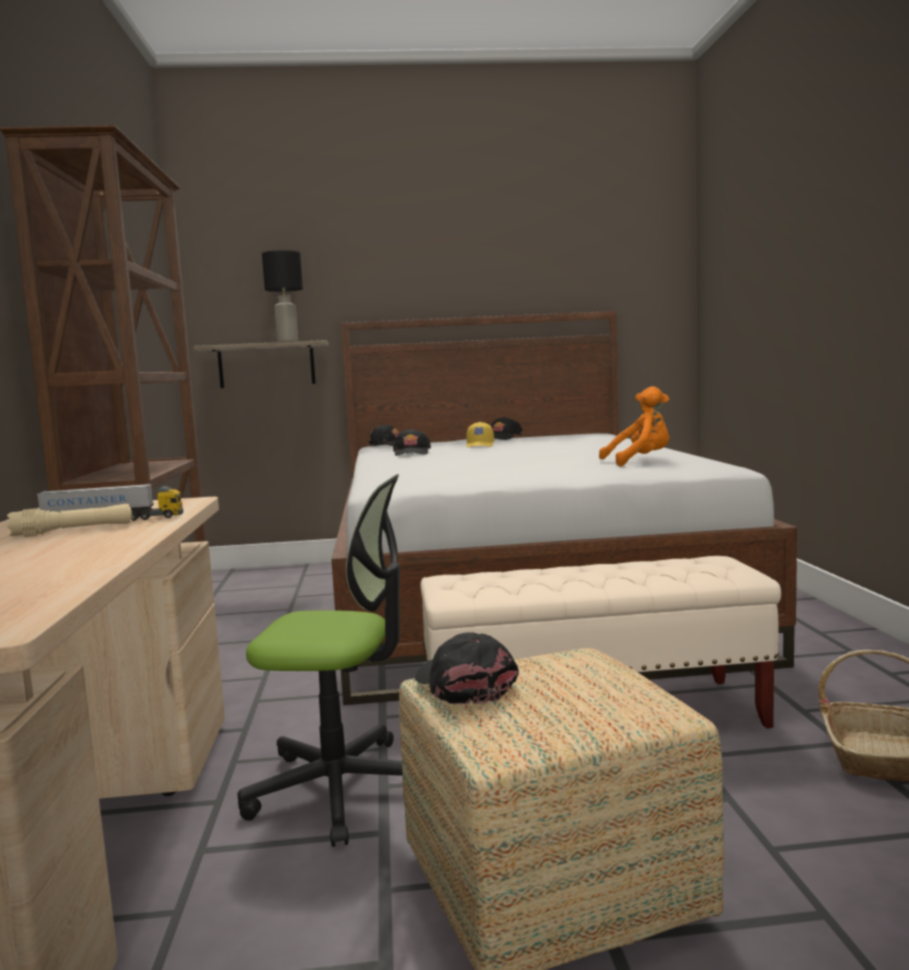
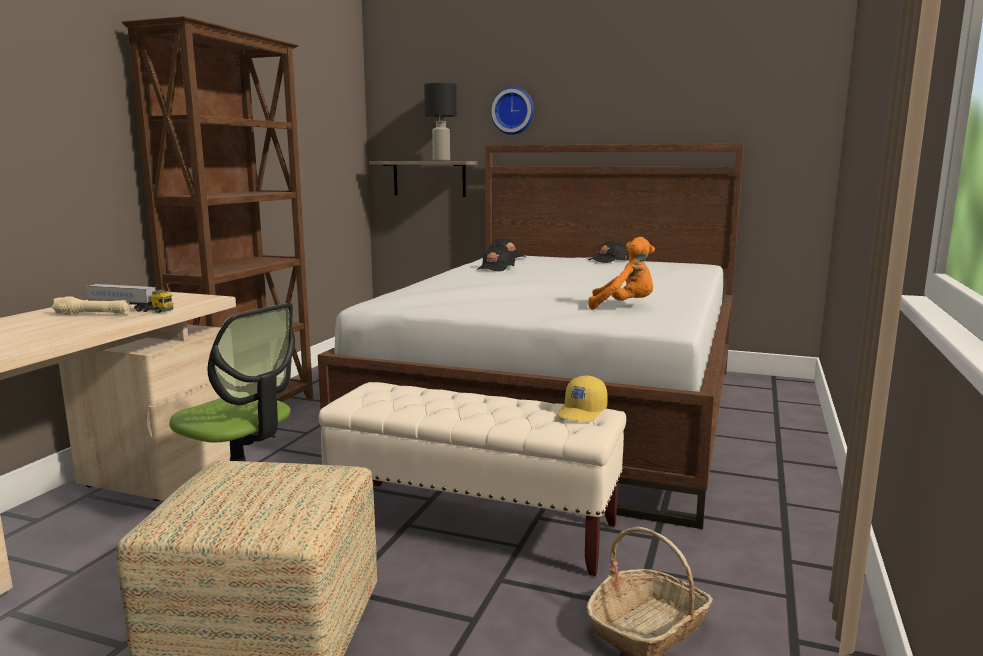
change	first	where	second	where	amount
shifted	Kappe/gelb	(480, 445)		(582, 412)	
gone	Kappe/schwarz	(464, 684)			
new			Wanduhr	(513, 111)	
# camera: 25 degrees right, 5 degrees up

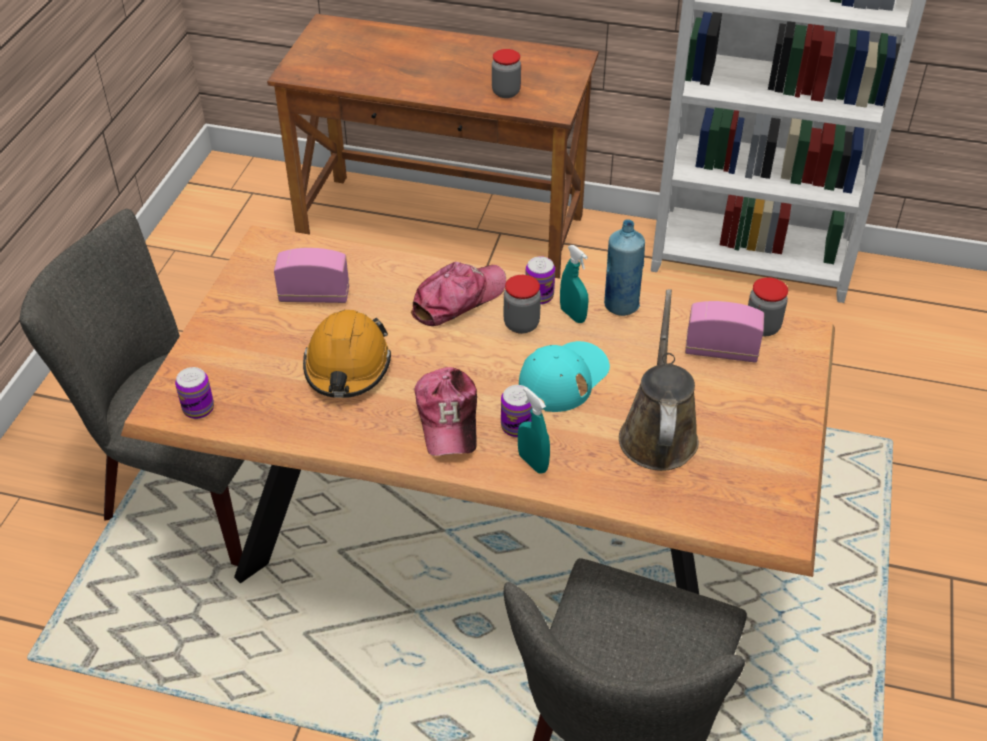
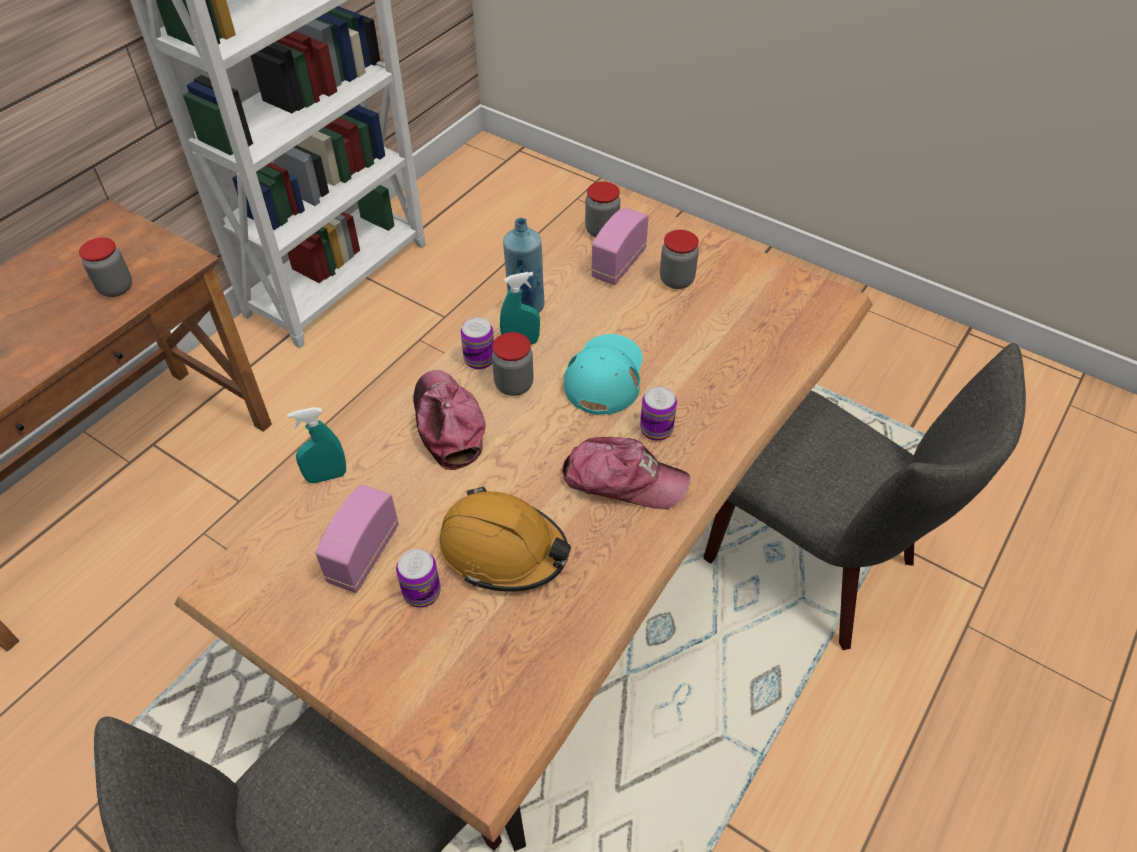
change	first	where	second	where	amount
gone	Gießkanne/braun	(658, 433)			
rotated	Kappe/türkis	(563, 378)		(605, 376)	45 degrees clockwise
shifted	Dose	(198, 408)		(422, 592)	
shifted	Sprühflasche/türkis	(533, 462)		(326, 476)	
new			Vorratsglas	(676, 280)	
# camera: 70 degrees left, 5 degrees up

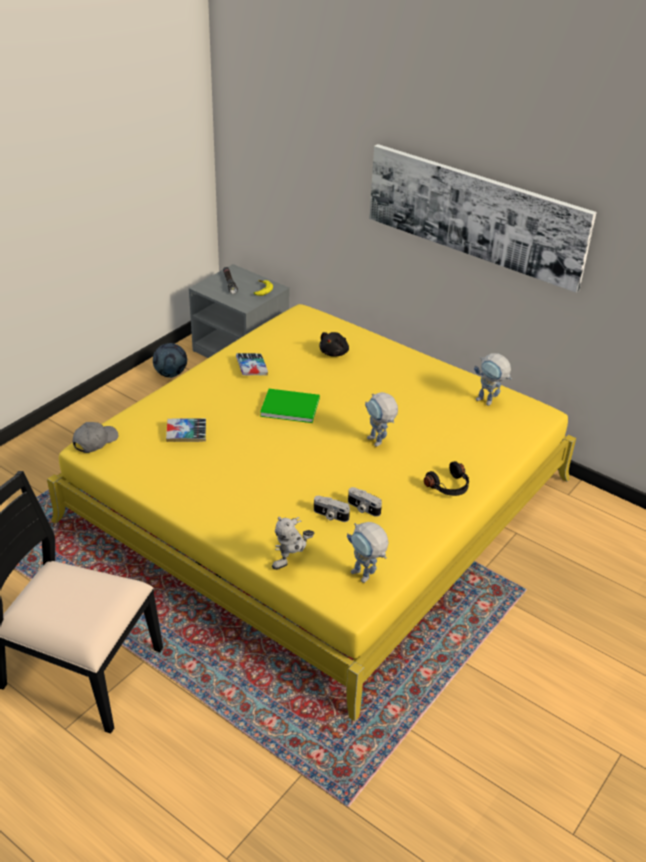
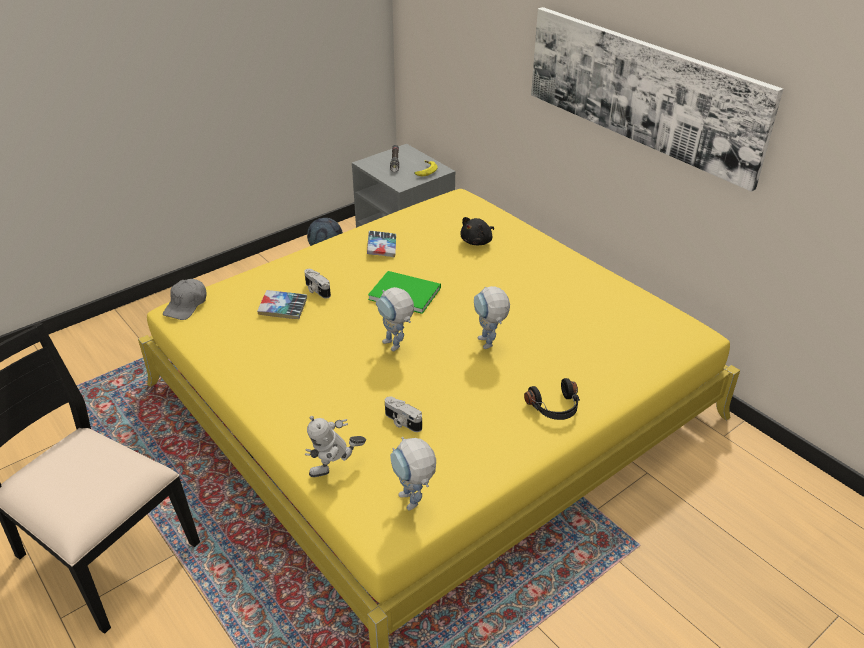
change	first	where	second	where	amount
shifted	Spielzeugroboter	(489, 402)		(396, 347)	
rotated	Kappe/grau	(95, 441)		(186, 305)	150 degrees clockwise
shifted	Kamera	(363, 508)		(316, 290)	
# camera: 15 degrees right, 0 degrees up

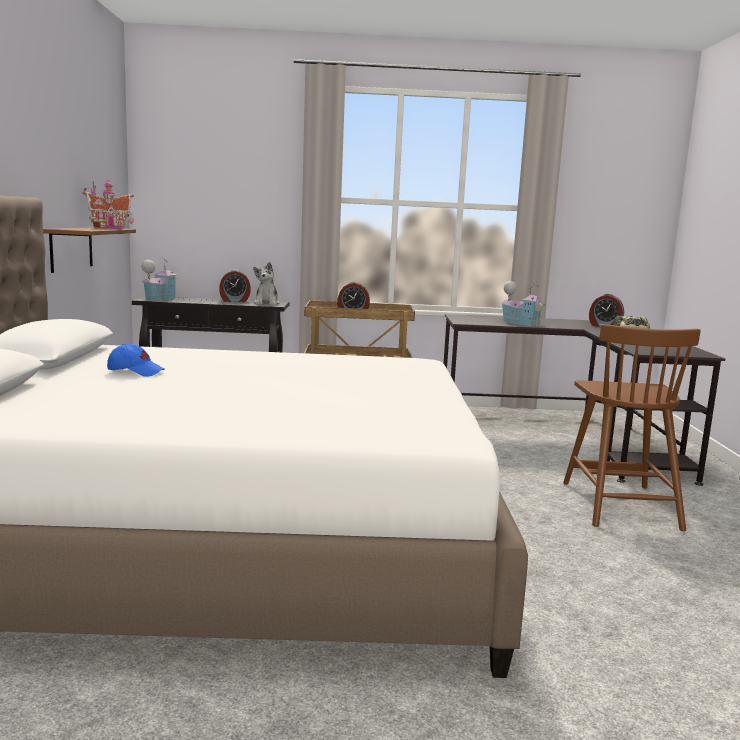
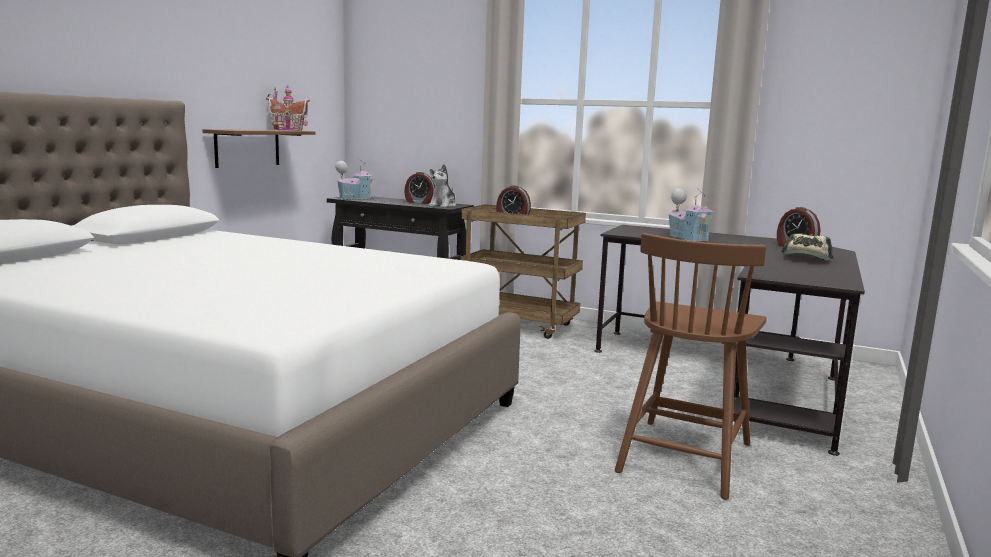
change	first	where	second	where	amount
gone	Kappe/blau	(136, 371)			
# camera: 25 degrees right, 0 degrees up

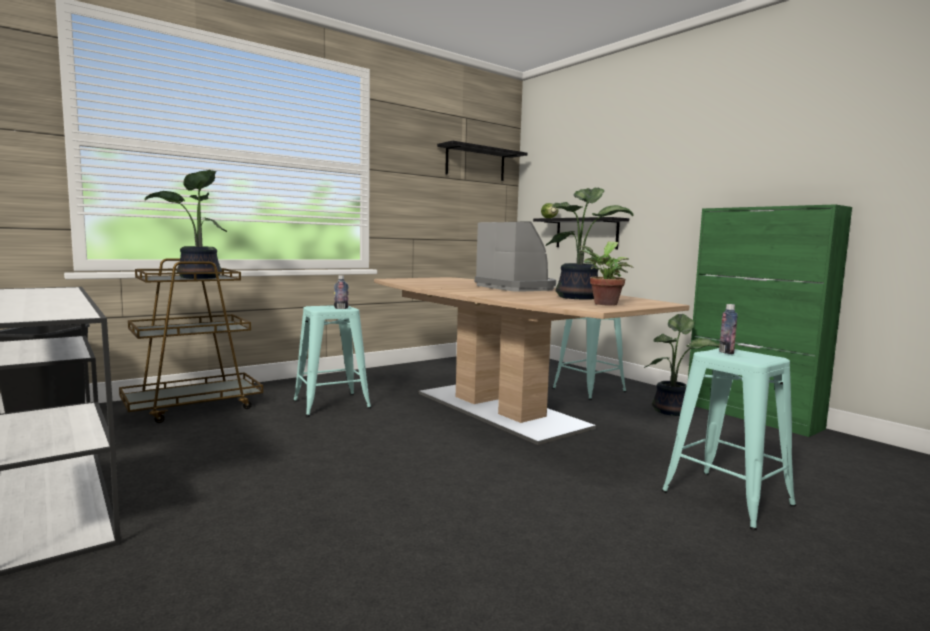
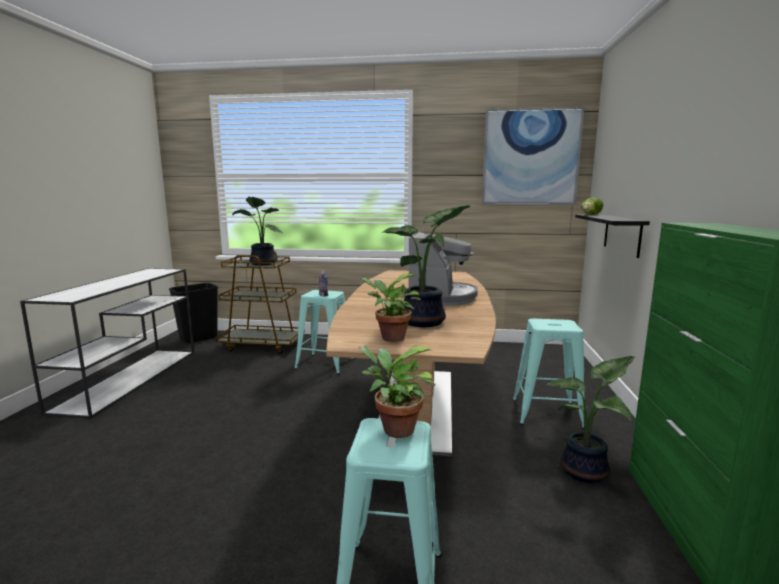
change	first	where	second	where	amount
swapped	Wandregal/schwarz	(475, 163)	Bild	(530, 157)	
swapped	Flasche	(726, 352)	Topfpflanze	(394, 429)	
# camera: 45 degrees right, 5 degrees up

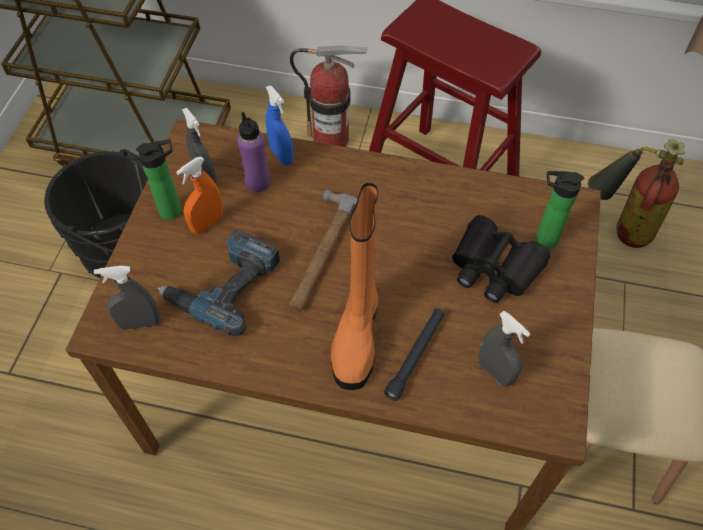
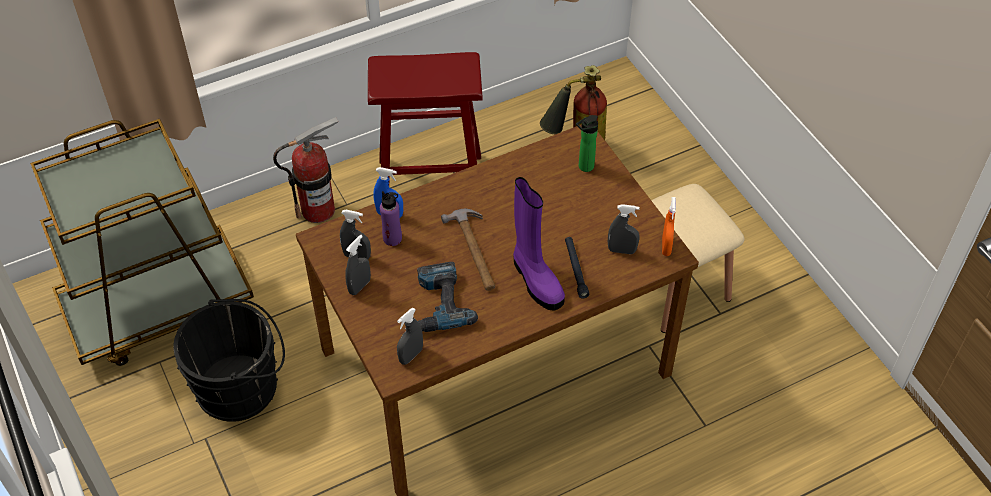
change	first	where	second	where	amount
swapped	Flasche	(174, 210)	Sprühflasche/grau	(359, 286)	
shifted	Sprühflasche/orange	(207, 224)		(666, 247)	
repainted	Stiefel/orange	(357, 335)	Stiefel/lila	(536, 280)	
gone	Fernglas/schwarz	(494, 267)			
# camera: 40 degrees left, 5 degrees down

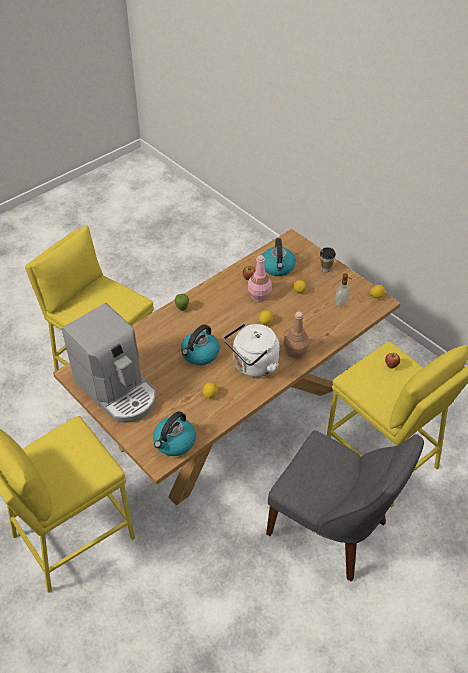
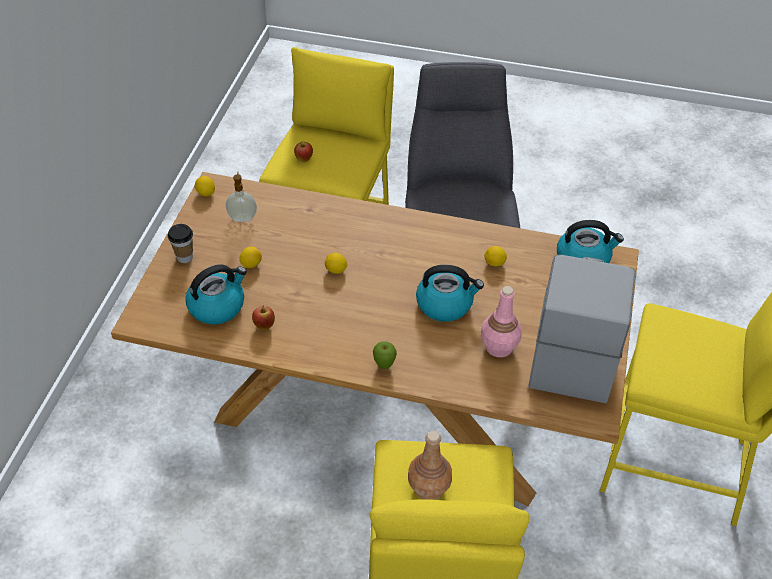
change	first	where	second	where	amount
shifted	Flasche/rosa	(259, 295)		(499, 347)	
shifted	Flasche/braun	(295, 352)		(429, 487)	
gone	Wasserkessel/weiß	(253, 365)			
# camera: 125 degrees left, 0 degrees up

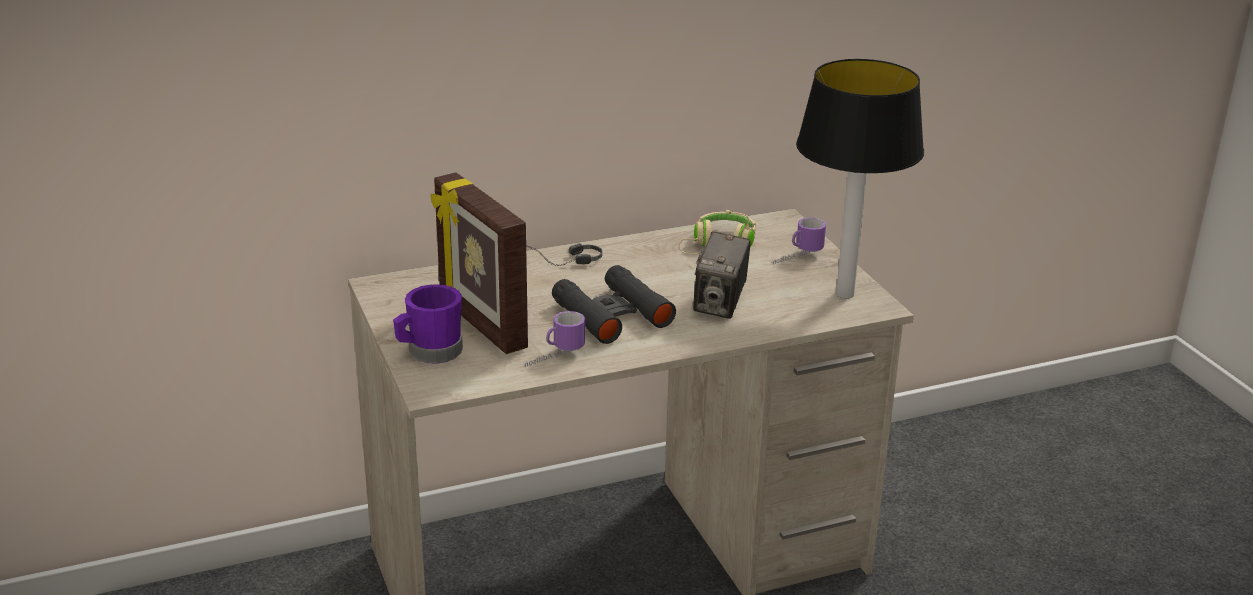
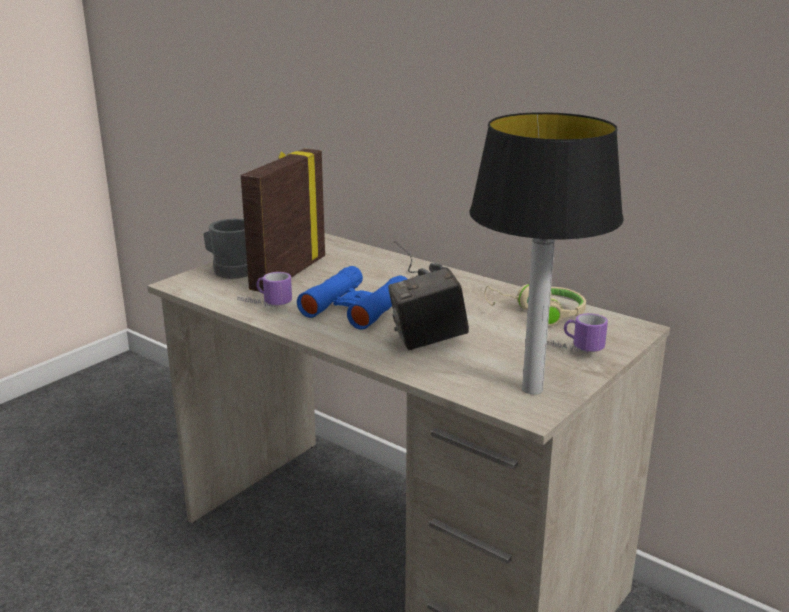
change	first	where	second	where	amount
repainted	Fernglas/schwarz	(612, 314)	Fernglas/blau	(356, 307)	
repainted	Henkelbecher/lila	(429, 352)	Henkelbecher/grau	(230, 270)	
# camera: 60 degrees right, 5 degrees down

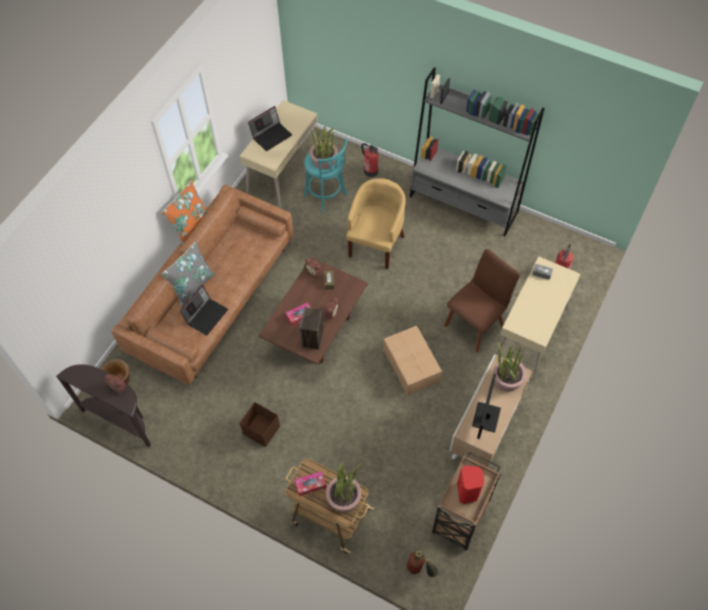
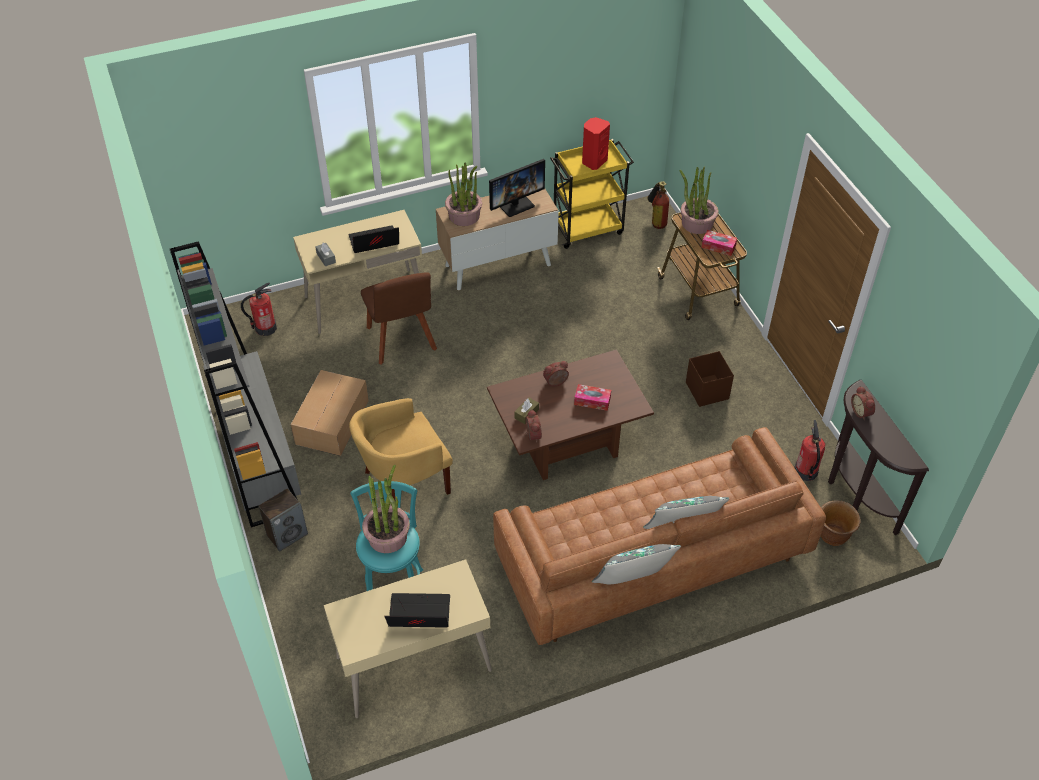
change	first	where	second	where	amount
shifted	Feuerlöscher	(370, 170)		(805, 472)	
repainted	Kissen/orange	(190, 225)	Kissen/grau	(632, 583)	
rotated	Stuhl/braun	(476, 323)		(402, 341)	105 degrees counterclockwise
shifted	Laptop	(206, 315)		(374, 243)	
shifted	Lautsprecher	(313, 338)		(287, 534)	
shifted	Karton	(411, 366)		(333, 421)	
repainted	Rollwagen/braun	(461, 517)	Rollwagen/gelb	(588, 228)	
# camera: 140 degrees left, 10 degrees down

